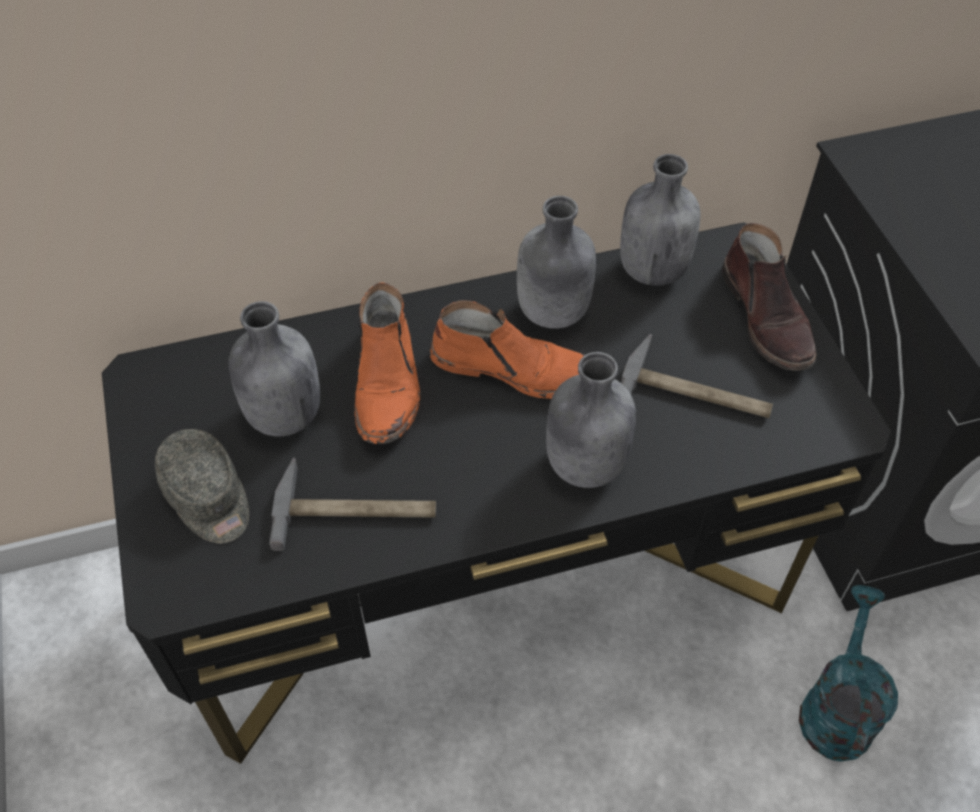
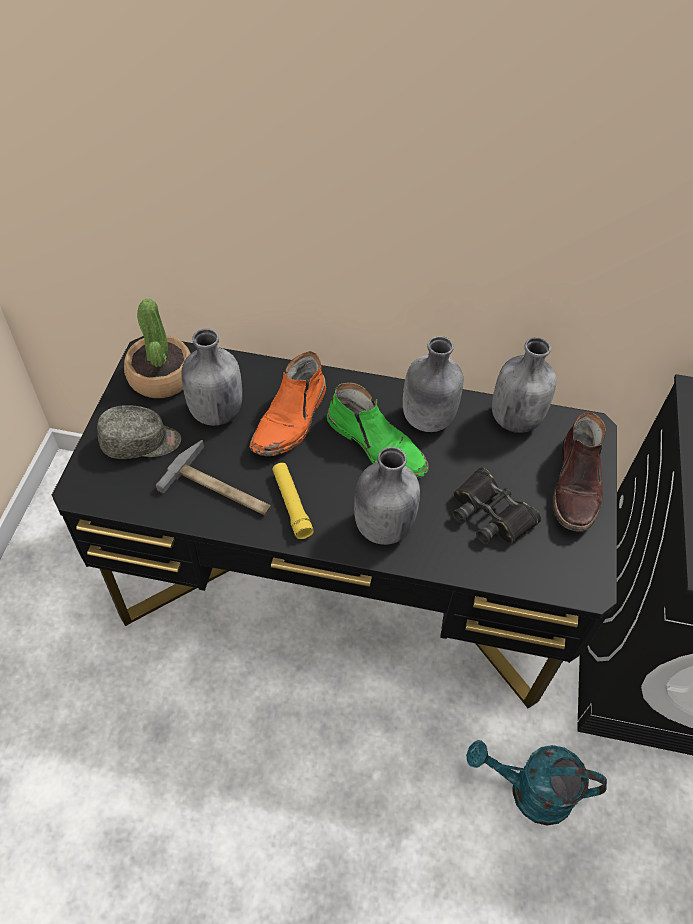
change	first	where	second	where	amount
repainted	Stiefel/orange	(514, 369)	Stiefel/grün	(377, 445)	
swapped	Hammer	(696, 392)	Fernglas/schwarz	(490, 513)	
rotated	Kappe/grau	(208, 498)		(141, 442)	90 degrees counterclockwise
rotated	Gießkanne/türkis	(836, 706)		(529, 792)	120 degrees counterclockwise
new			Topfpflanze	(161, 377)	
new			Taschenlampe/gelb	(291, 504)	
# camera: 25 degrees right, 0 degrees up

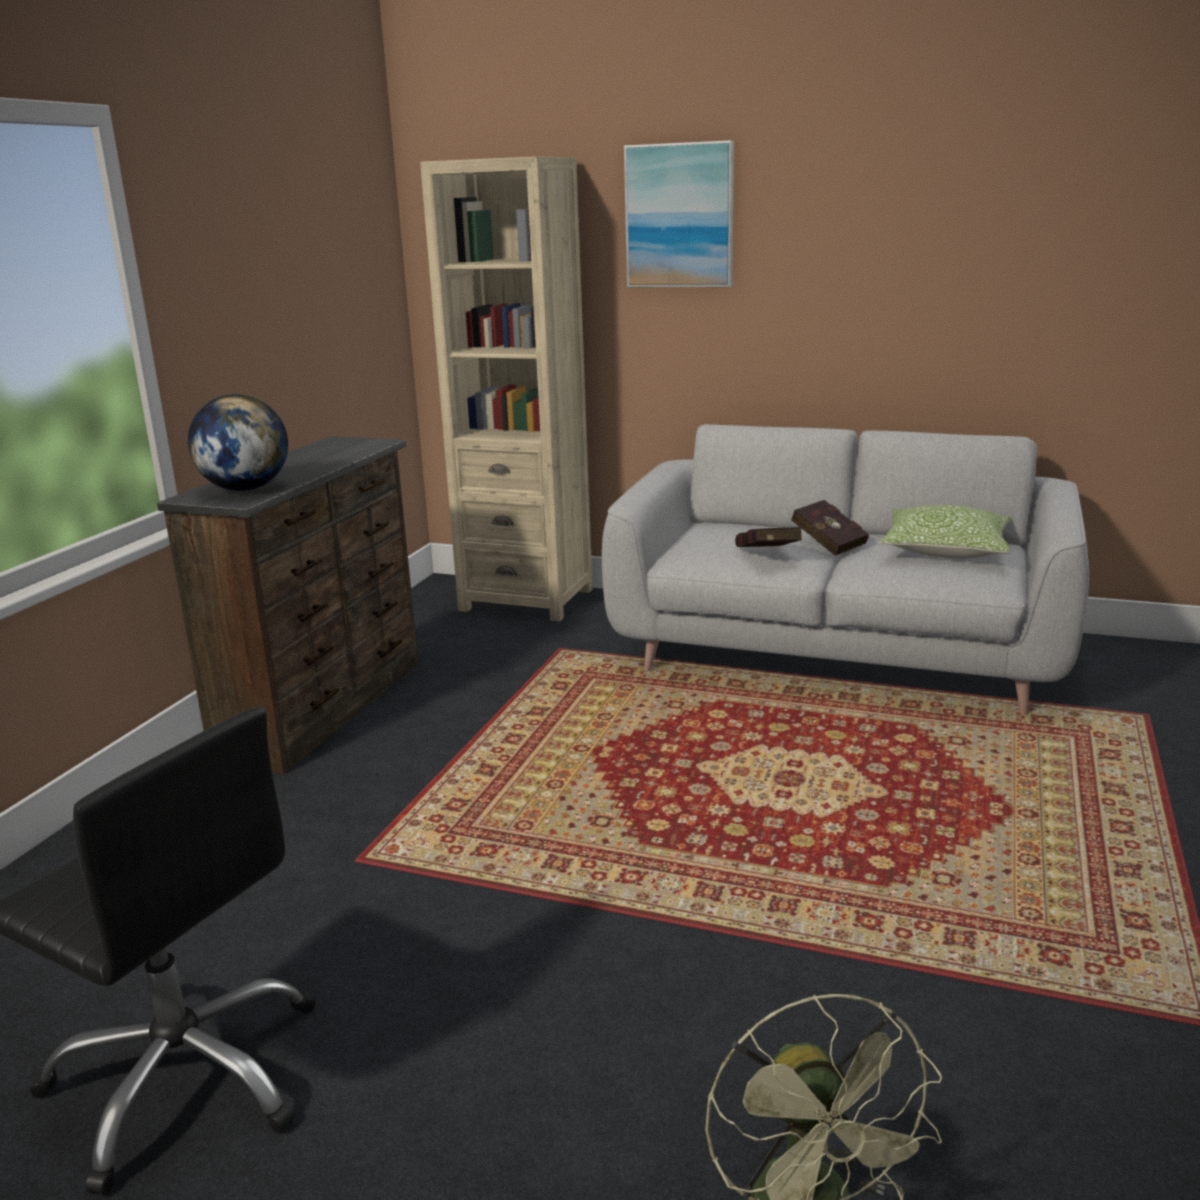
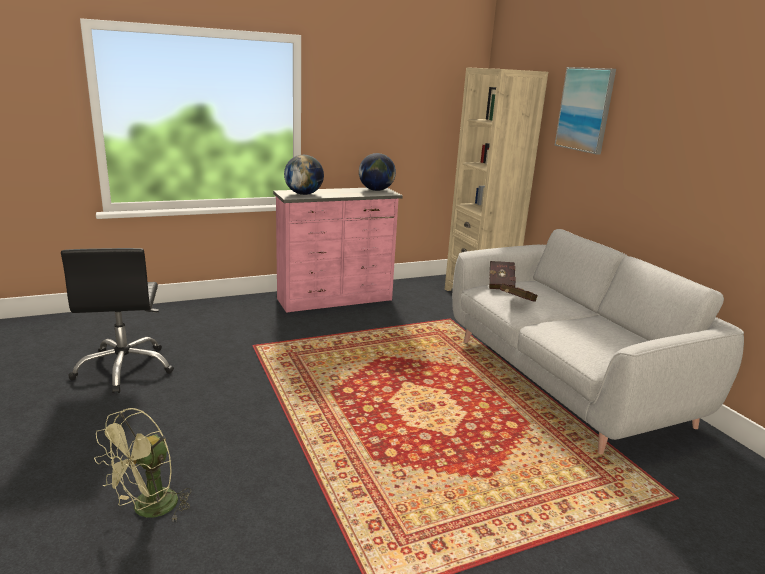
change	first	where	second	where	amount
repainted	Kommode/braun	(327, 708)	Kommode/rosa	(336, 300)	
shifted	Buch/rot	(827, 544)		(501, 284)	
gone	Kissen	(945, 550)			
new			Globus	(376, 190)	
# camera: 45 degrees right, 0 degrees up

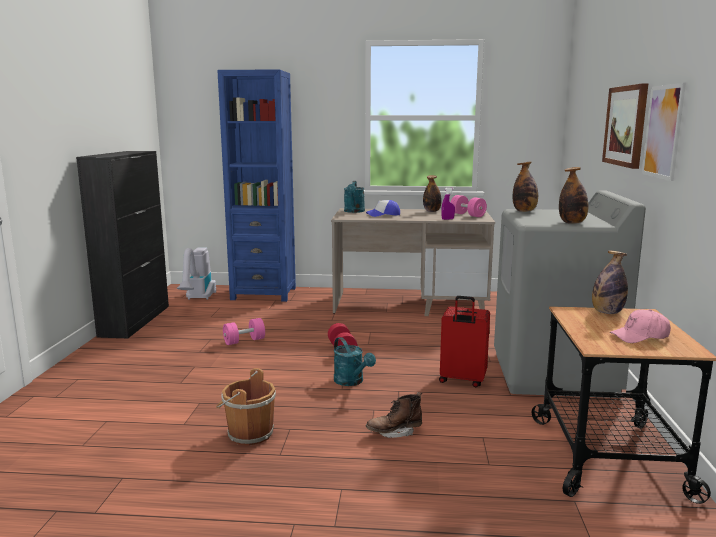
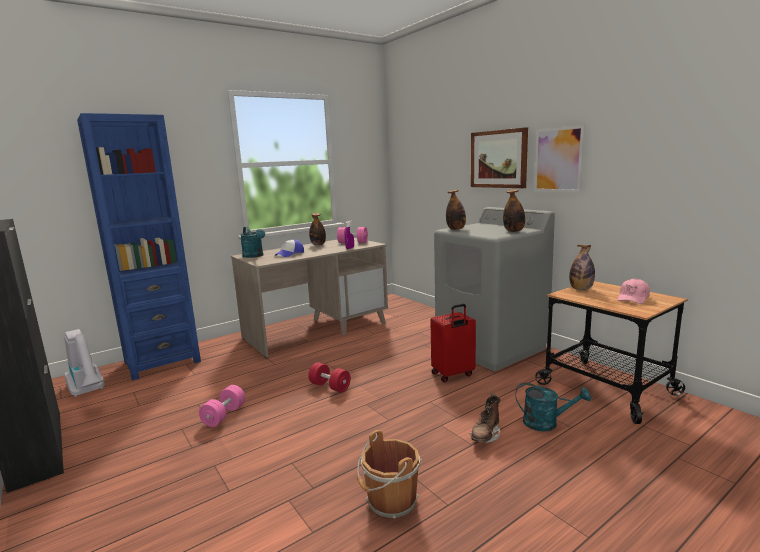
change	first	where	second	where	amount
shifted	Gießkanne/türkis	(352, 382)		(546, 423)	
# camera: 40 degrees left, 0 degrees up

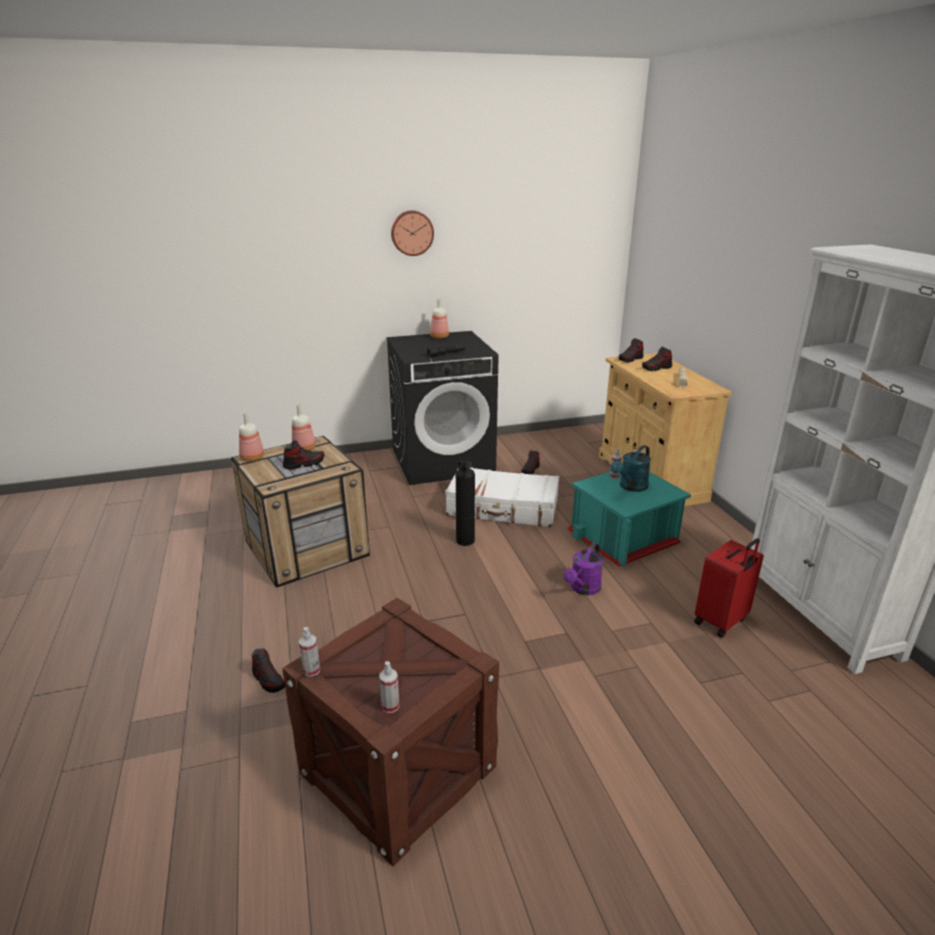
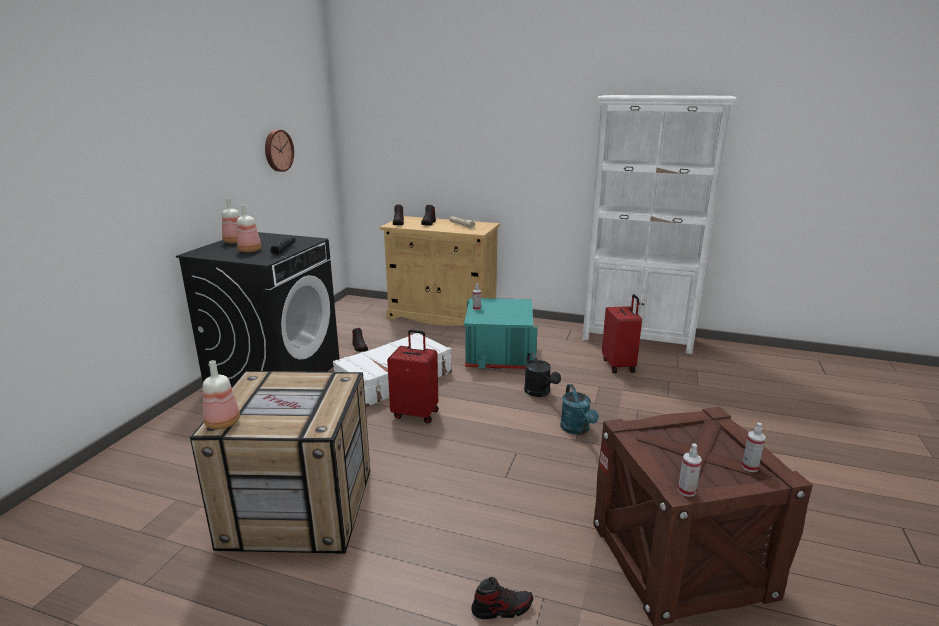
change	first	where	second	where	amount
shifted	Wanduhr	(412, 233)		(277, 150)	
shifted	Flasche	(305, 448)		(250, 250)	
gone	Schuh	(304, 464)			
shifted	Gießkanne/türkis	(630, 487)		(577, 429)	
swapped	Feuerlöscher	(464, 540)	Koffer/rot	(416, 413)	
repainted	Gießkanne/lila	(583, 589)	Gießkanne/schwarz	(540, 393)	
# camera: 55 degrees left, 5 degrees down

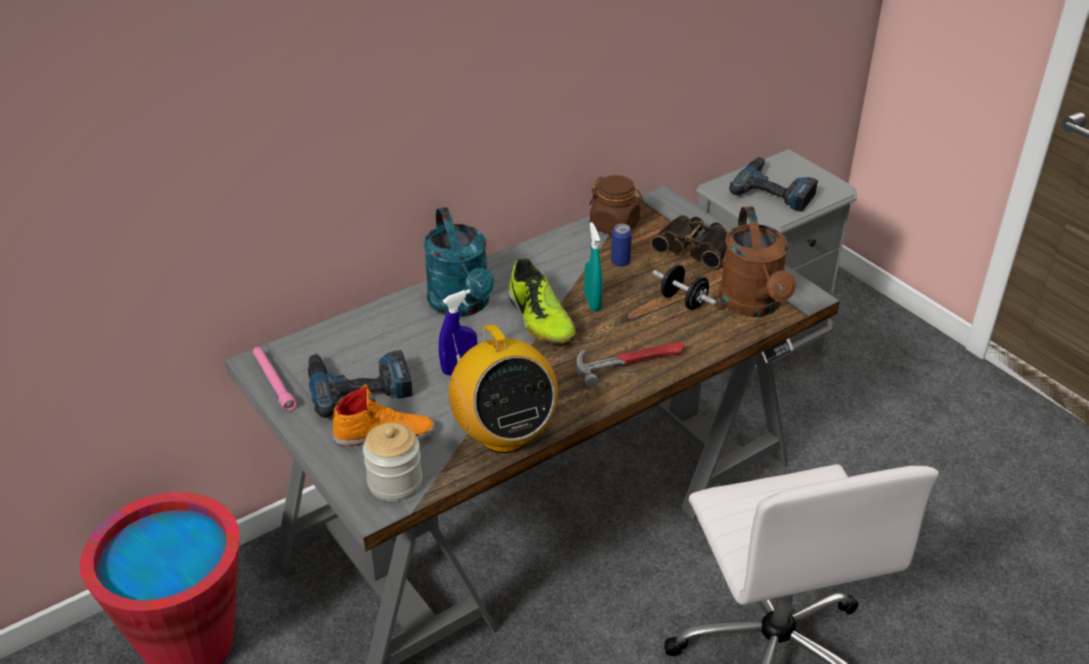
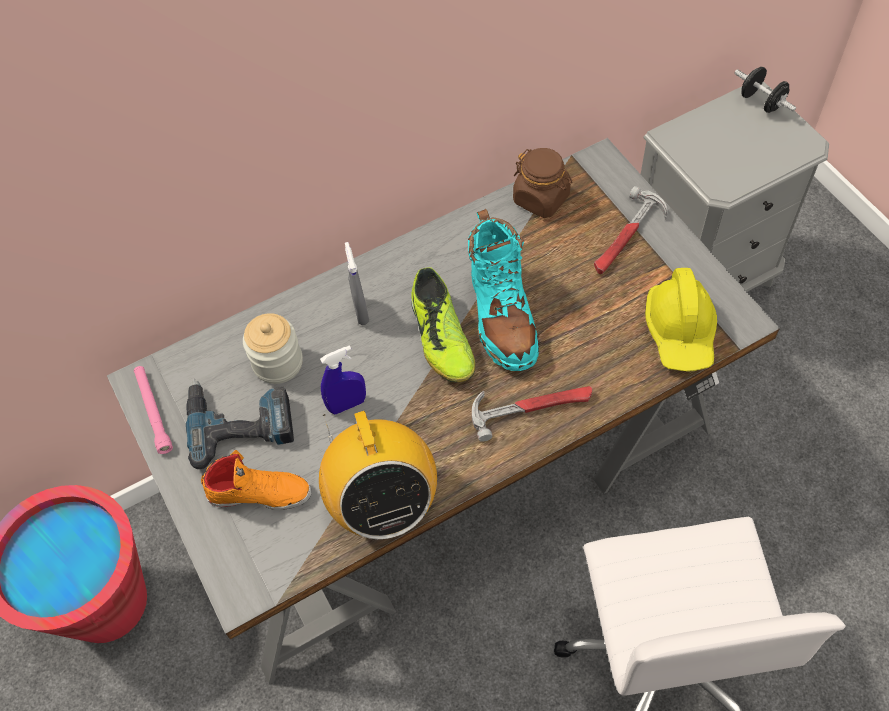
change	first	where	second	where	amount
gone	Bohrmaschine	(775, 190)			
swapped	Gießkanne/braun	(754, 306)	Schutzhelm/gelb	(680, 331)	
swapped	Gießkanne/türkis	(463, 305)	Sprühflasche/grau	(361, 311)	
swapped	Fernglas	(695, 247)	Hammer	(627, 237)	
swapped	Sprühflasche/türkis	(592, 302)	Stiefel/türkis	(501, 315)	
gone	Dose	(620, 262)			
shifted	Hantel/schwarz	(683, 301)		(761, 102)	
shifted	Vorratsglas	(395, 482)		(278, 363)	
# camera: 10 degrees right, 20 degrees up

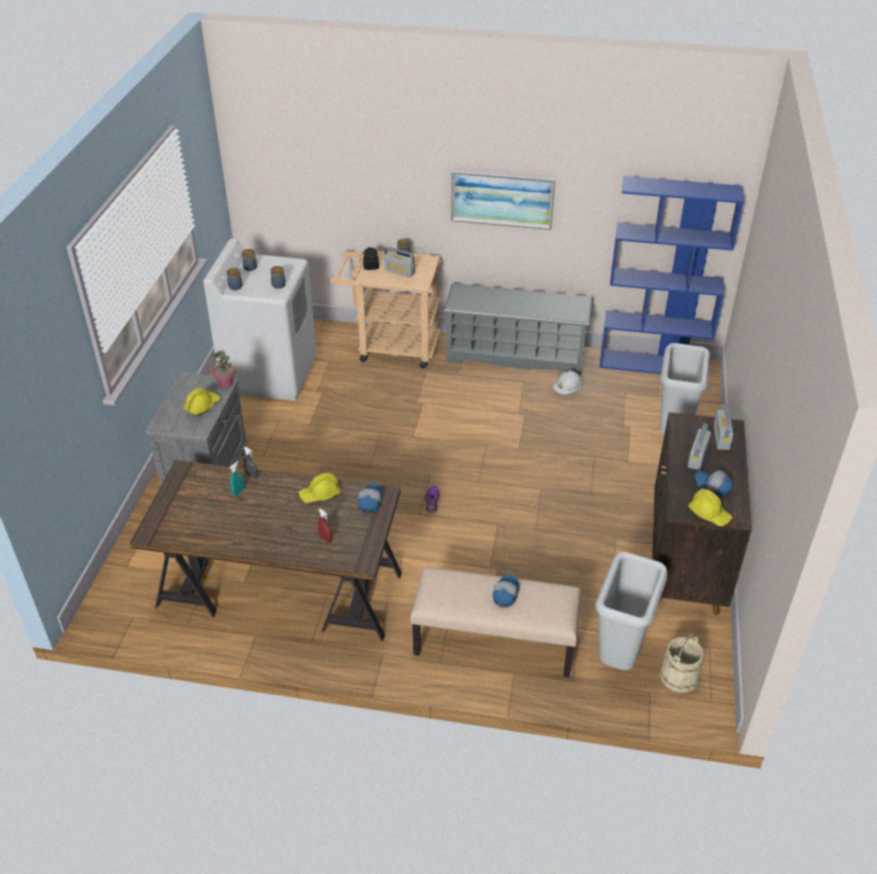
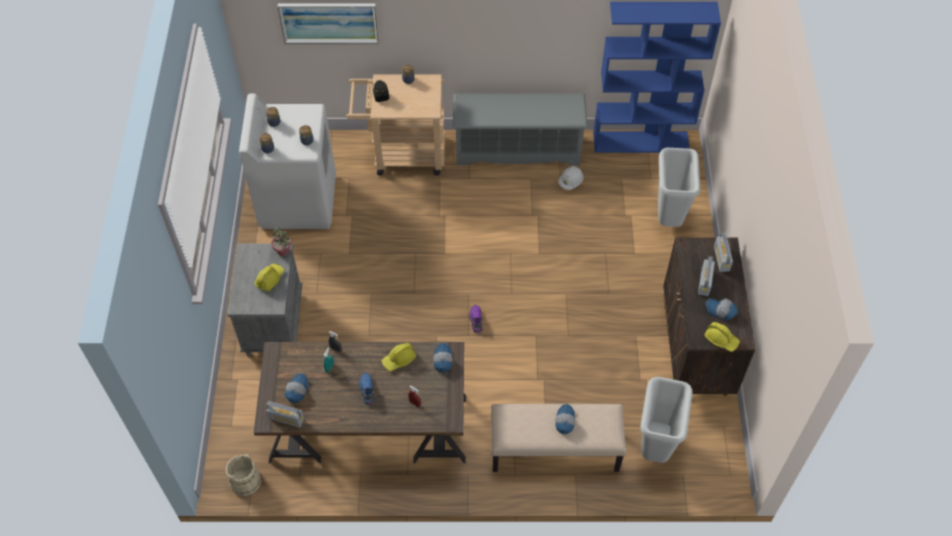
change	first	where	second	where	amount
shifted	Bild	(502, 199)		(329, 22)	
shifted	Radio	(399, 271)		(286, 419)	
shifted	Eimer/beige	(679, 676)		(245, 481)	
new			Kappe	(296, 390)	
new			Schuh/blau	(366, 390)	
# camera: 10 degrees left, 15 degrees up

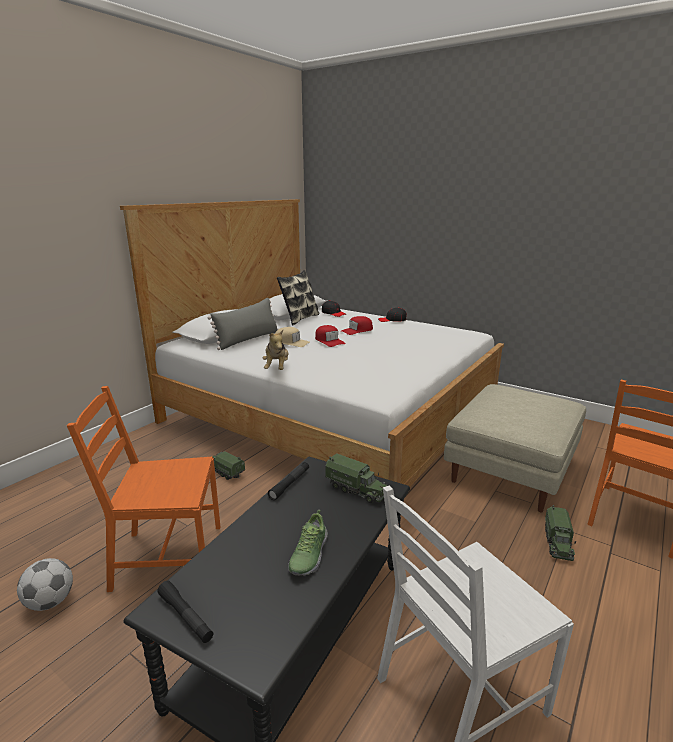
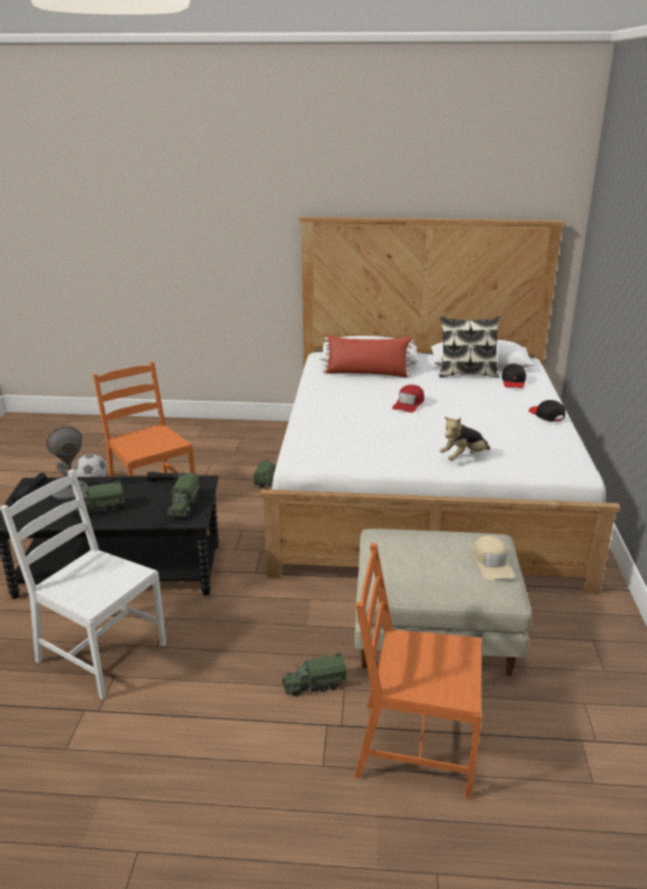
change	first	where	second	where	amount
repainted	Kissen/grau	(248, 340)	Kissen/rot	(367, 374)	
gone	Kappe/rot	(357, 330)			
shifted	Kappe/beige	(291, 342)		(492, 563)	
shifted	Plüschtier	(277, 368)		(463, 458)	
swapped	Schuh	(308, 555)	Spielzeuglaster	(97, 509)	
new			Tischlampe/grau	(69, 491)	
# camera: 60 degrees right, 5 degrees up

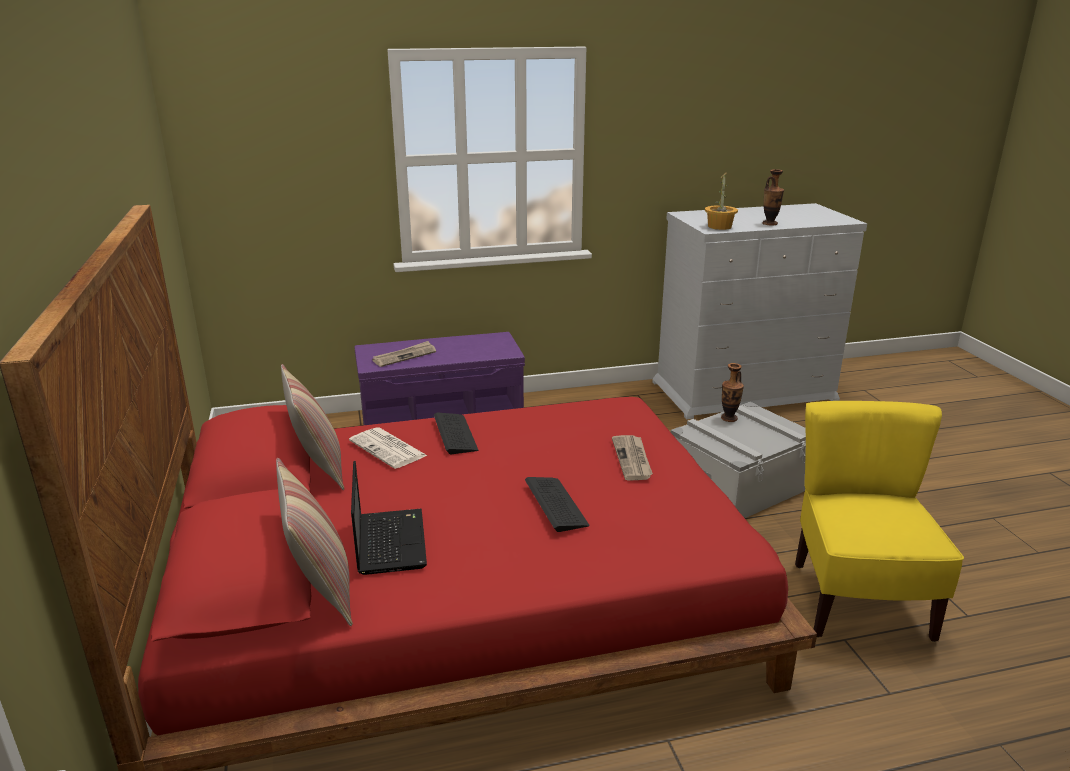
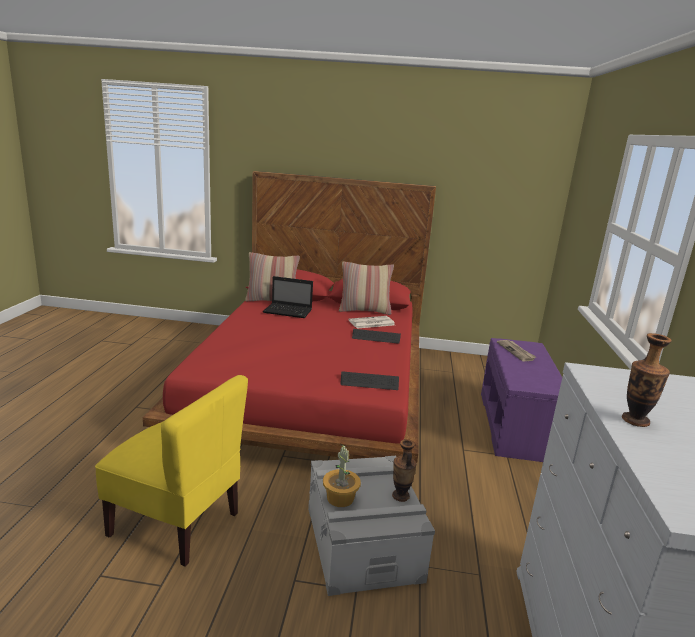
change	first	where	second	where	amount
shifted	Topfpflanze	(720, 226)		(340, 498)	
gone	Zeitung	(632, 459)			
shifted	Tastatur	(556, 504)		(369, 382)	
# camera: 110 degrees right, 5 degrees down

